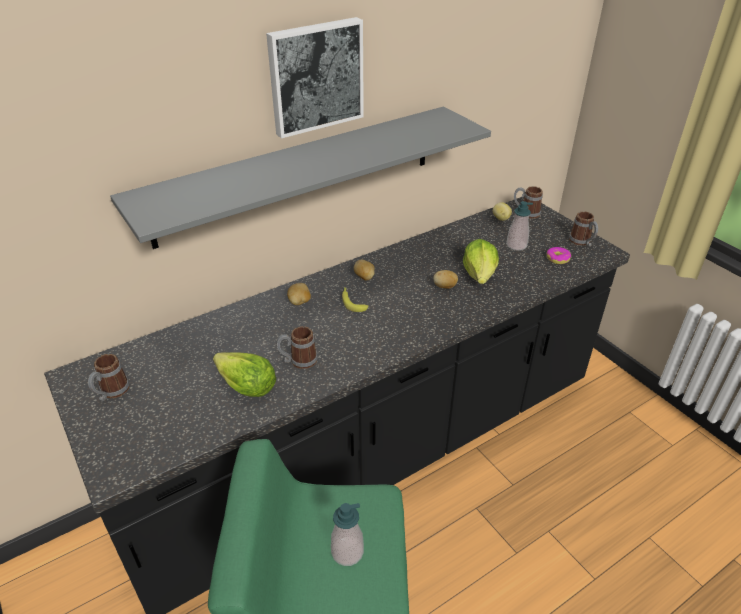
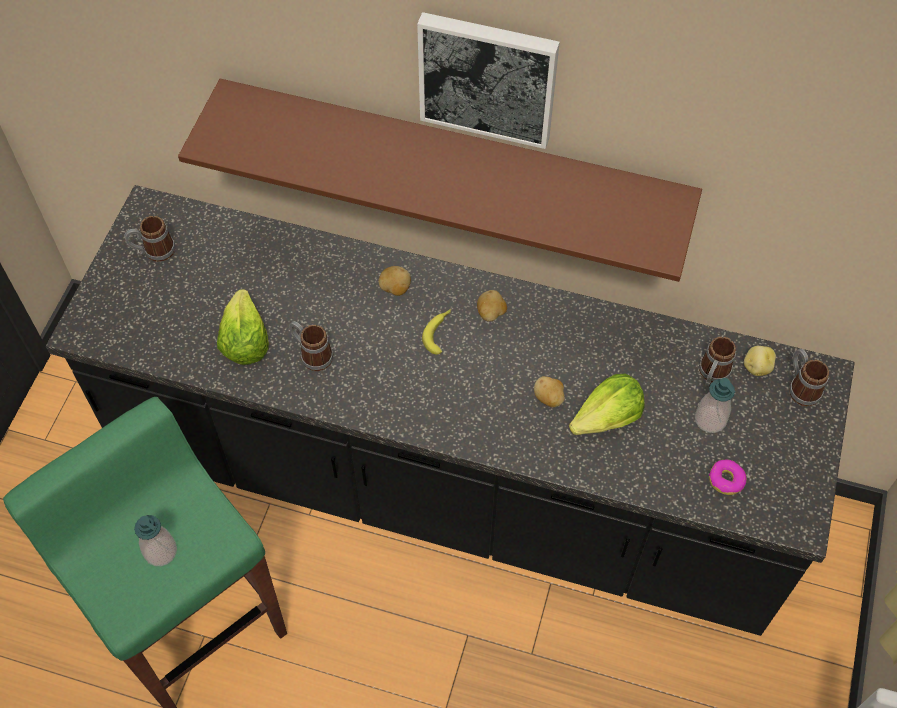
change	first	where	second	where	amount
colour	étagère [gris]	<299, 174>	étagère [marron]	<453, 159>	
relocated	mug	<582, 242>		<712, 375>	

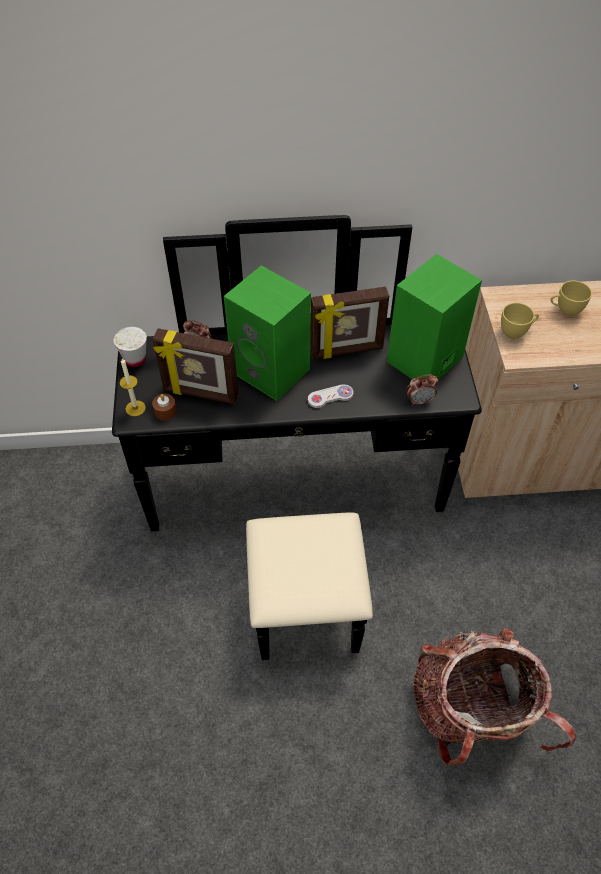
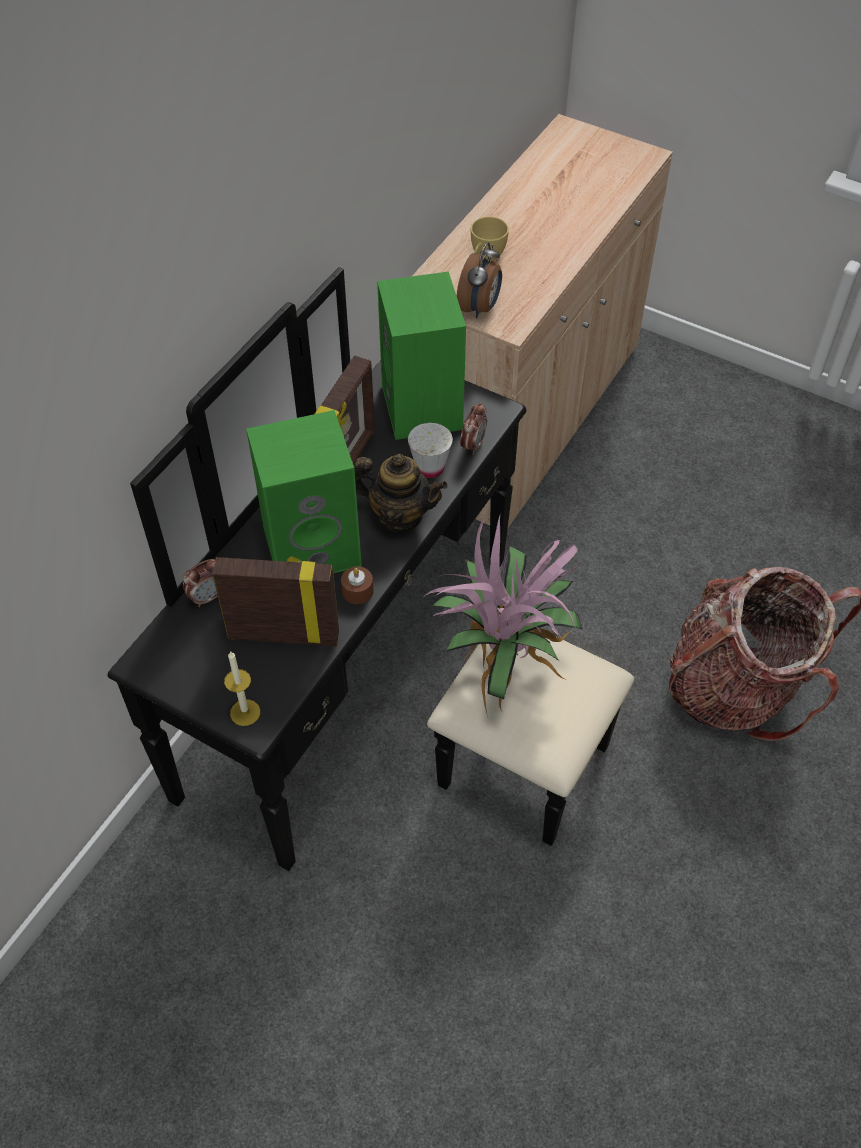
change	first	where	second	where	amount
relocated	tasse [blanc]	<135, 359>		<430, 467>	
spun	cadre photo	<200, 394>		<284, 633>	135 degrees counterclockwise
relocated	bougie [marron]	<165, 411>		<357, 591>	
exchanged	manette [blanc]	<330, 397>	théière	<399, 515>	
exchanged	tasse [jaune]	<516, 331>	réveil	<479, 308>	
appeared			plante en pot	<506, 658>	

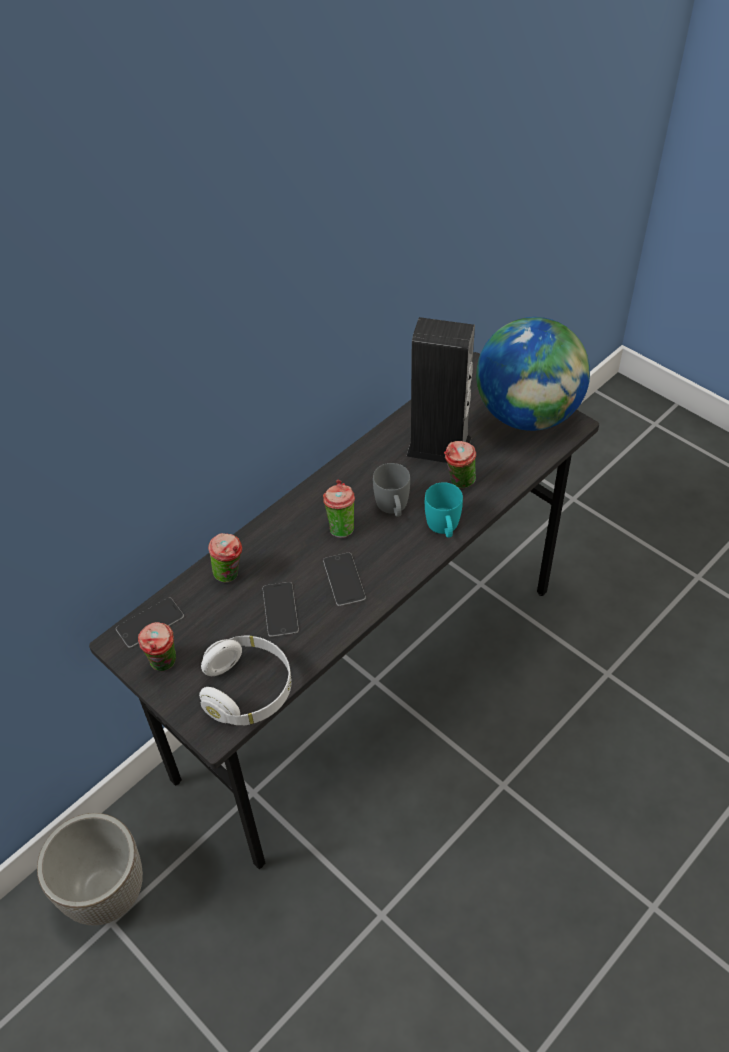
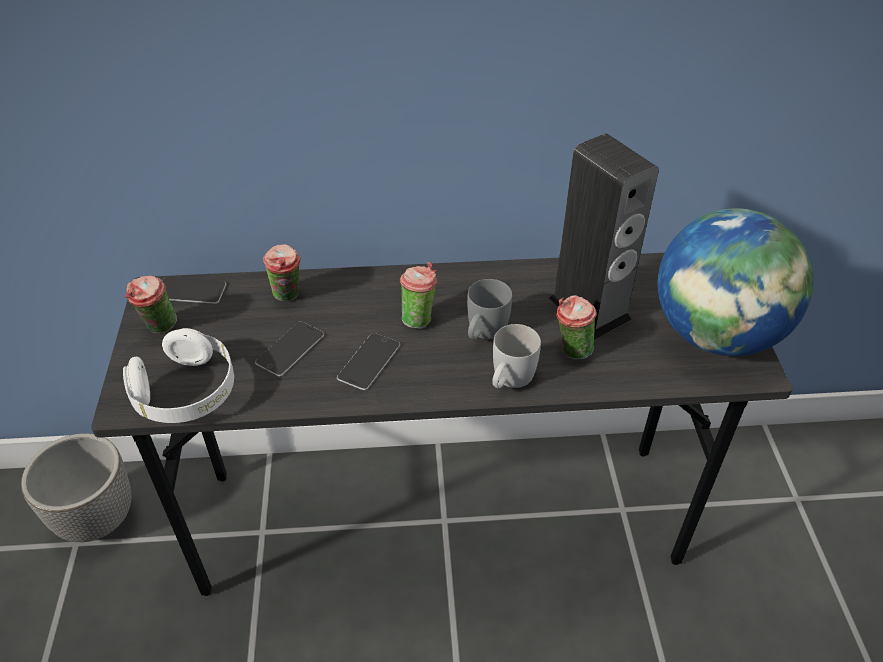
change	first	where	second	where	amount
colour	mug [turquoise]	<444, 528>	mug [blanc]	<509, 380>	

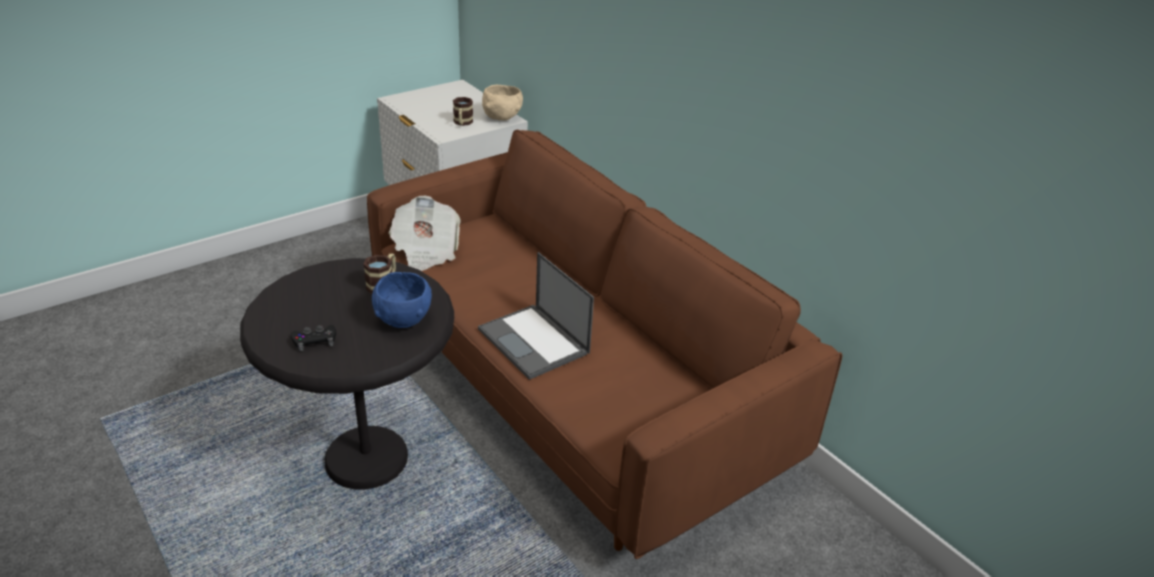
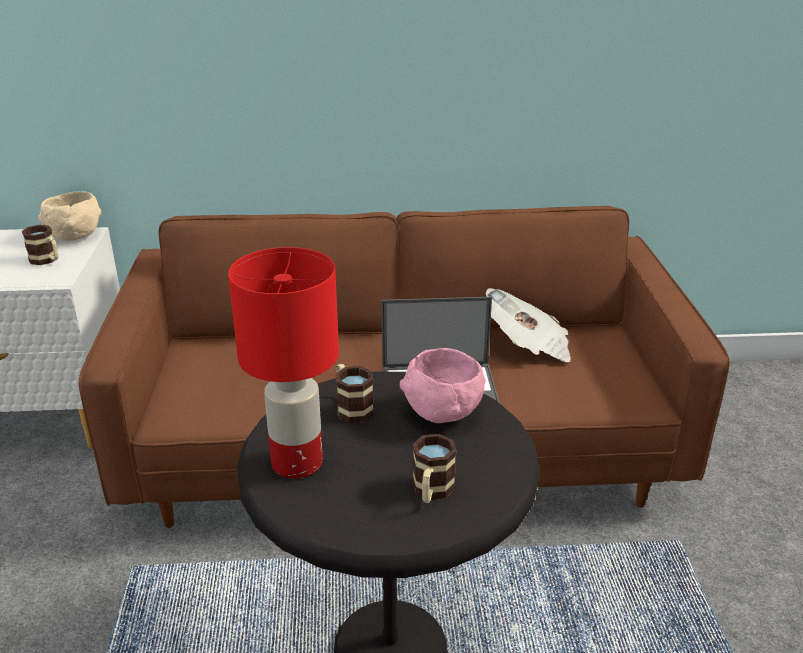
change	first	where	second	where	amount
exchanged	manette [noir]	<315, 341>	mug	<431, 491>	
colour	bol [bleu]	<402, 321>	bol [rose]	<443, 414>	
relocated	journal	<426, 251>		<529, 345>	
appeared			lampe de table [rouge]	<296, 464>	

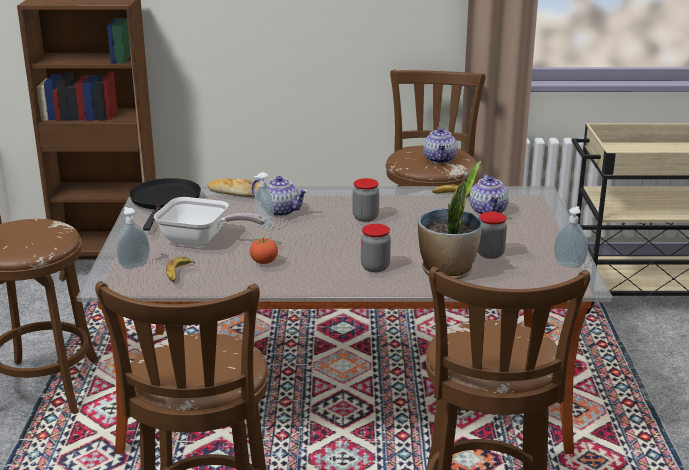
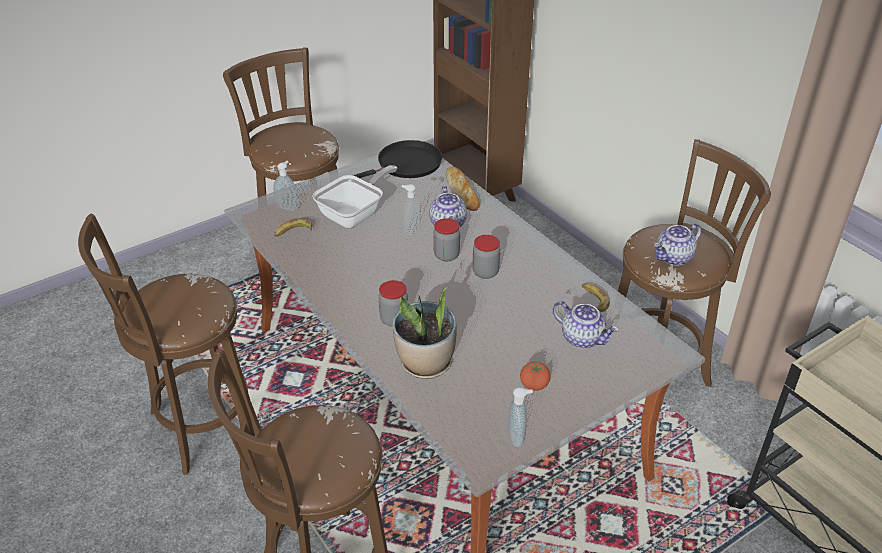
change	first	where	second	where	amount
spun	poêle	<201, 241>		<355, 214>	120 degrees counterclockwise
relocated	tomate	<264, 262>		<534, 385>	
spun	théière	<489, 211>		<583, 338>	105 degrees counterclockwise
relocated	bocal	<490, 254>		<446, 255>	

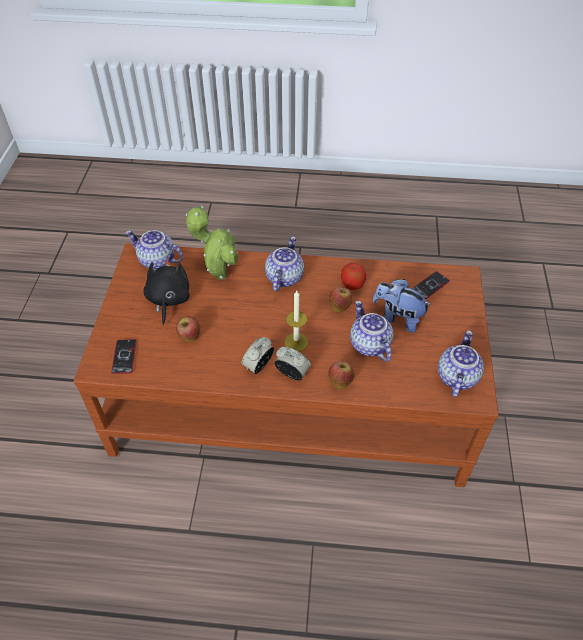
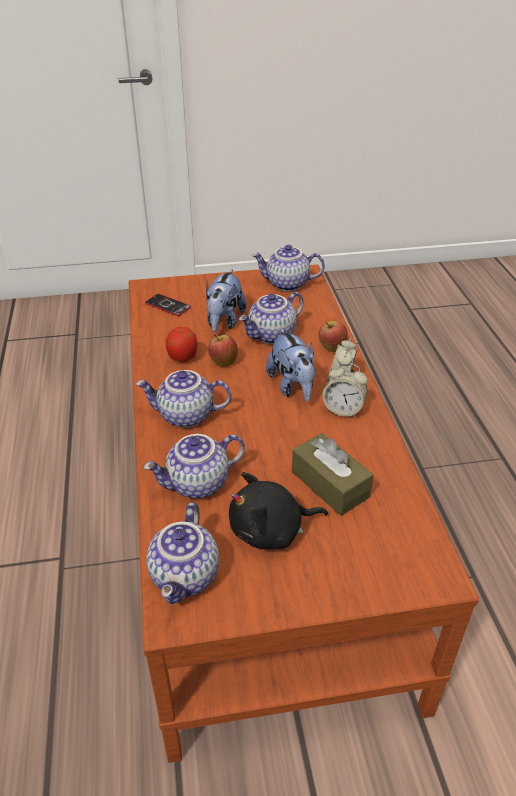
change	first	where	second	where	amount
missing	téléphone	<124, 357>			
exchanged	pomme	<190, 337>	boîte à mouchoirs [marron]	<330, 484>	
exchanged	plante en pot	<218, 274>	théière	<198, 484>	
exchanged	bougie	<296, 342>	peluche	<292, 386>	

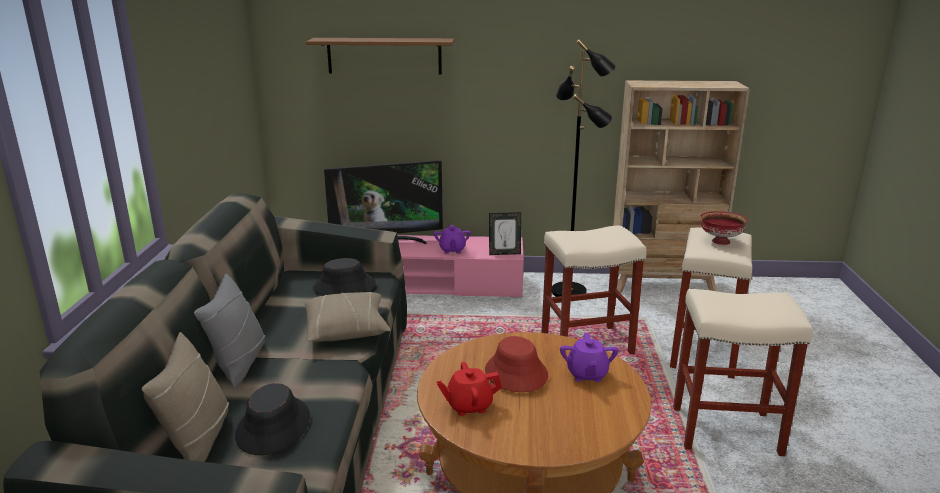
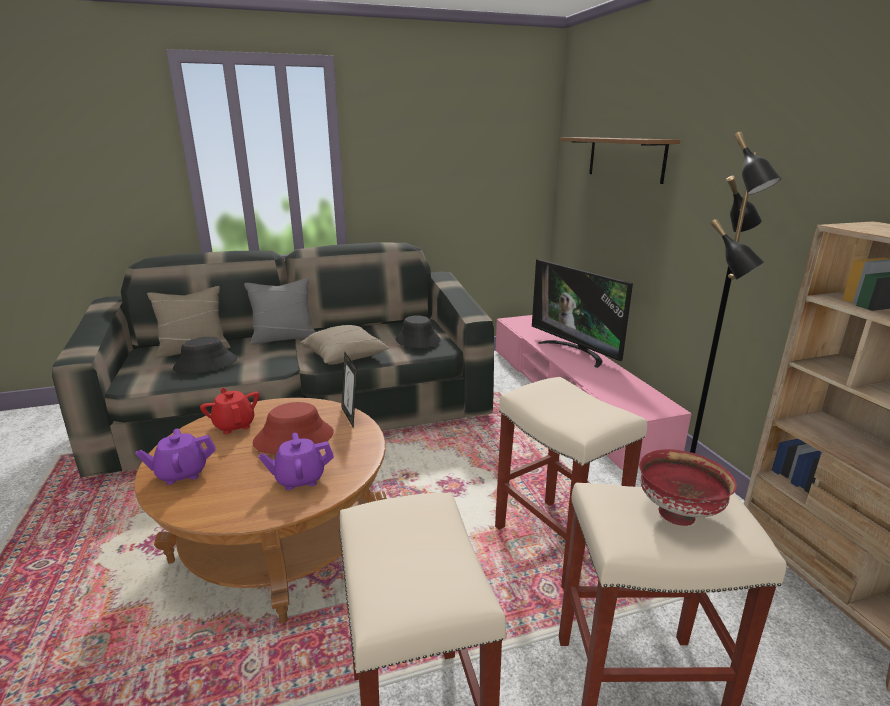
change	first	where	second	where	amount
relocated	théière [violet]	<452, 250>		<182, 473>	
relocated	cadre photo	<504, 253>		<351, 416>	

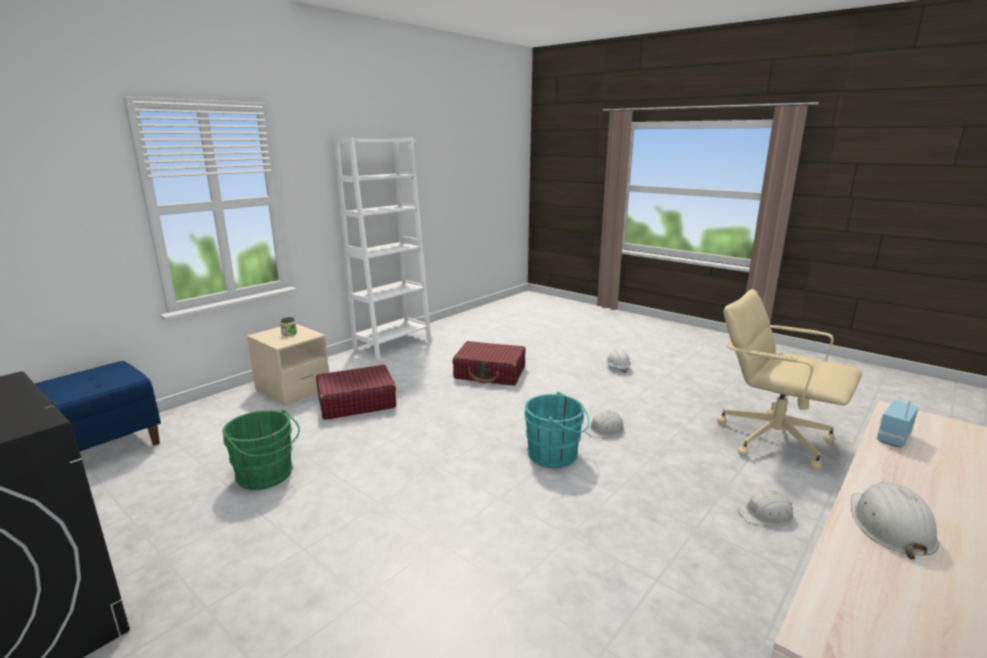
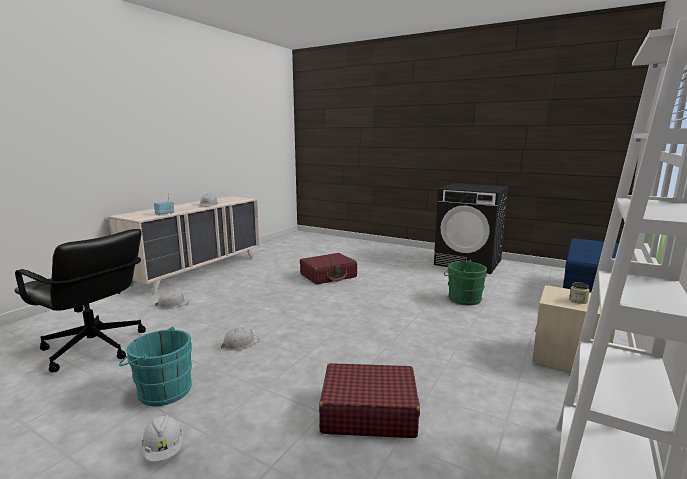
change	first	where	second	where	amount
relocated	valise [rouge]	<356, 402>		<328, 276>	
relocated	seau [turquoise]	<556, 455>		<162, 391>	
colour	chaise de bureau [beige]	<772, 439>	chaise de bureau [noir]	<93, 348>	

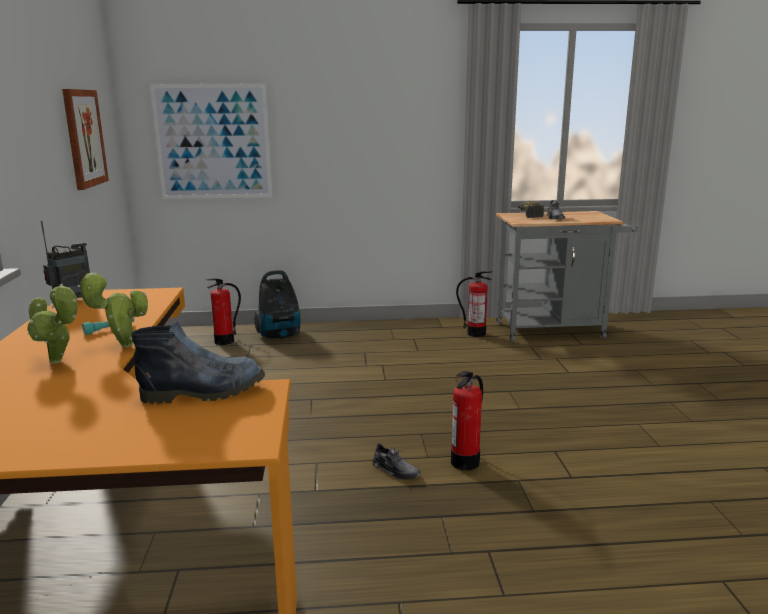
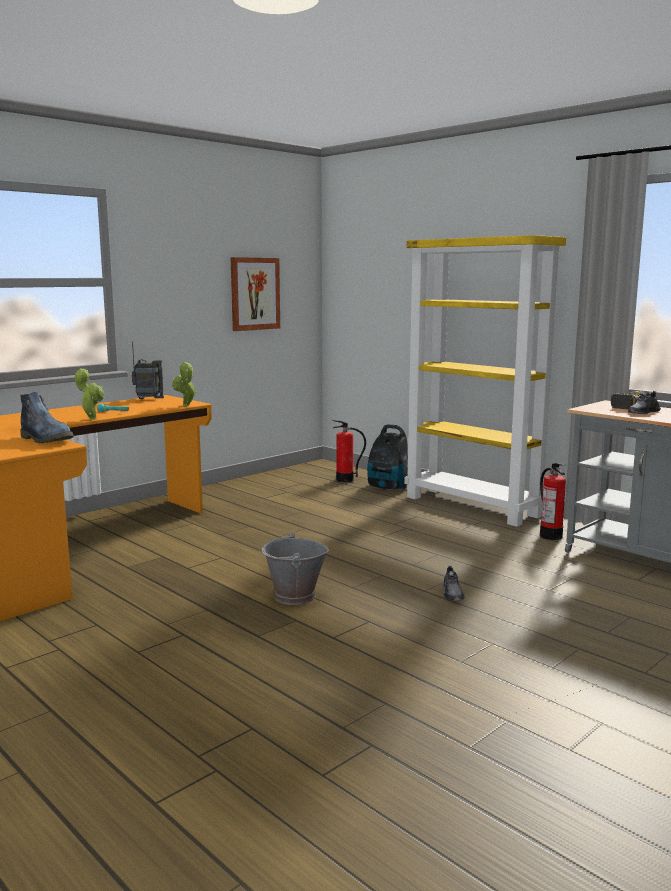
change	first	where	second	where	amount
relocated	plante en pot	<58, 362>		<186, 405>	
missing	tableau	<213, 142>			
relocated	chaussure [gris]	<395, 470>		<452, 593>	
exchanged	extincteur	<465, 462>	seau [gris]	<294, 596>	
appeared			bibliothèque [jaune]	<473, 506>	

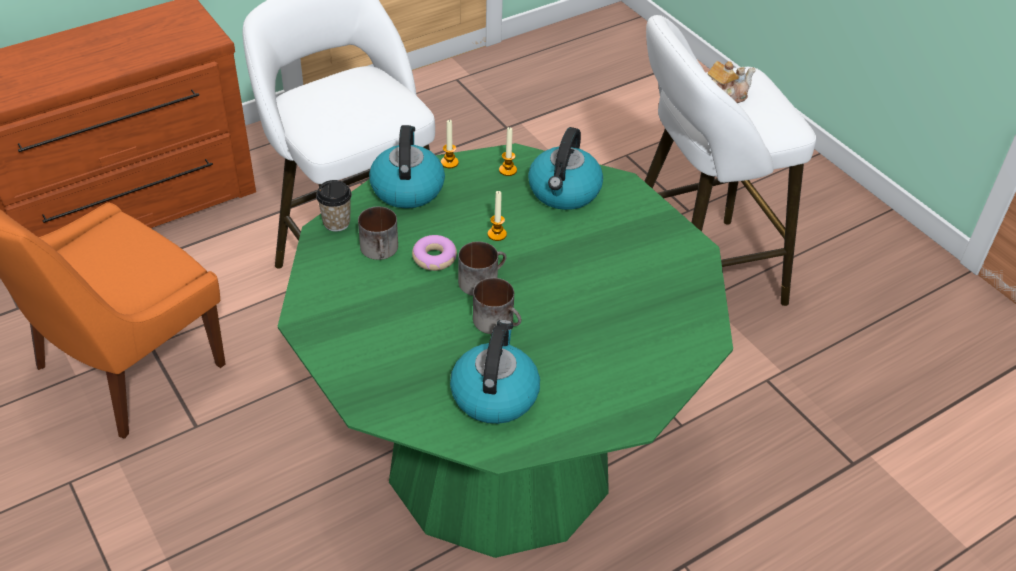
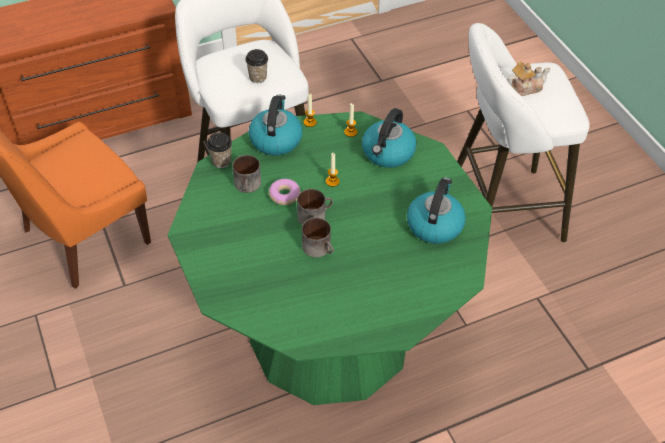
change	first	where	second	where	amount
relocated	bouilloire	<494, 394>		<434, 224>	
appeared			tasse	<258, 77>	

